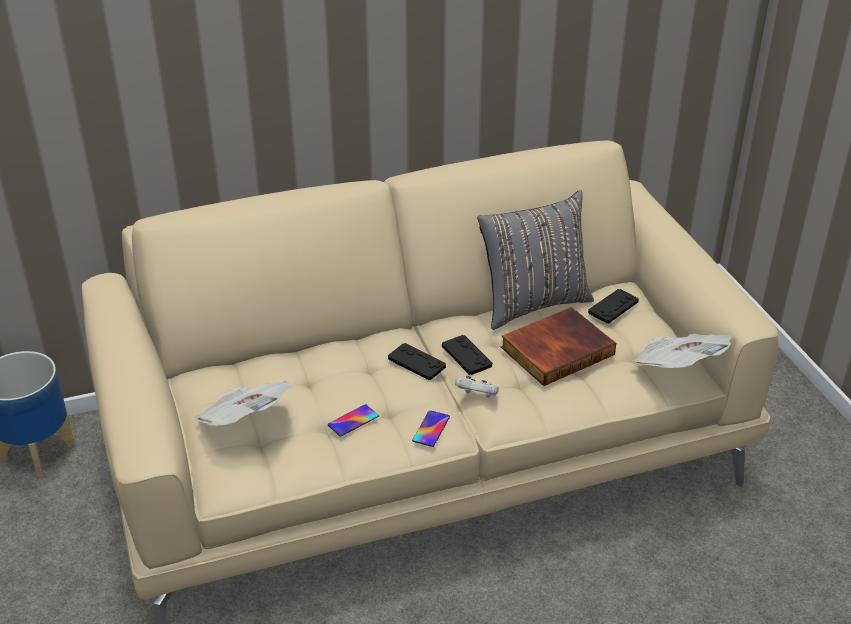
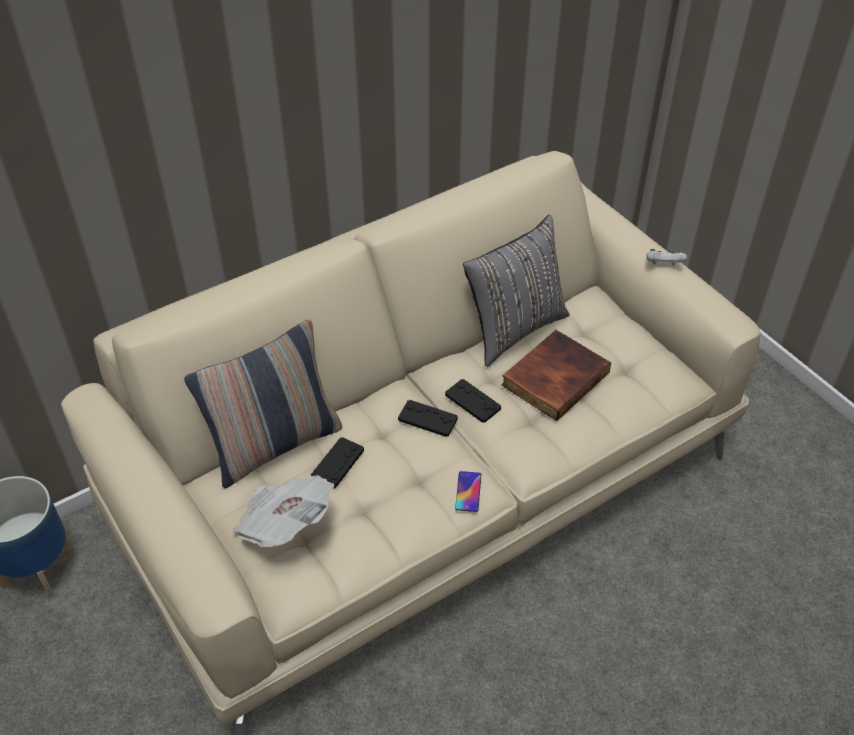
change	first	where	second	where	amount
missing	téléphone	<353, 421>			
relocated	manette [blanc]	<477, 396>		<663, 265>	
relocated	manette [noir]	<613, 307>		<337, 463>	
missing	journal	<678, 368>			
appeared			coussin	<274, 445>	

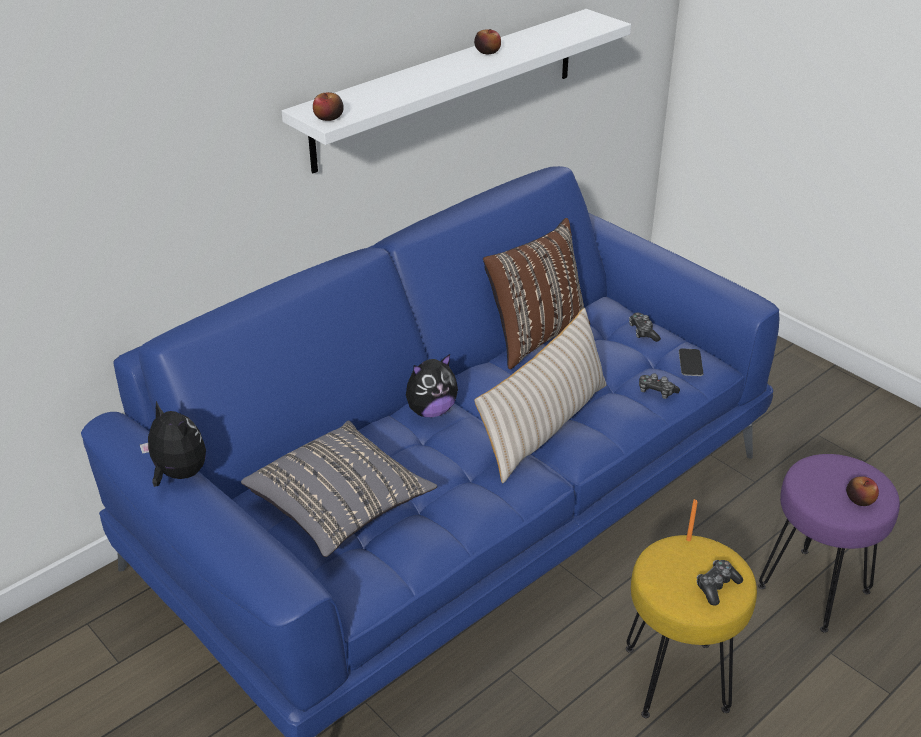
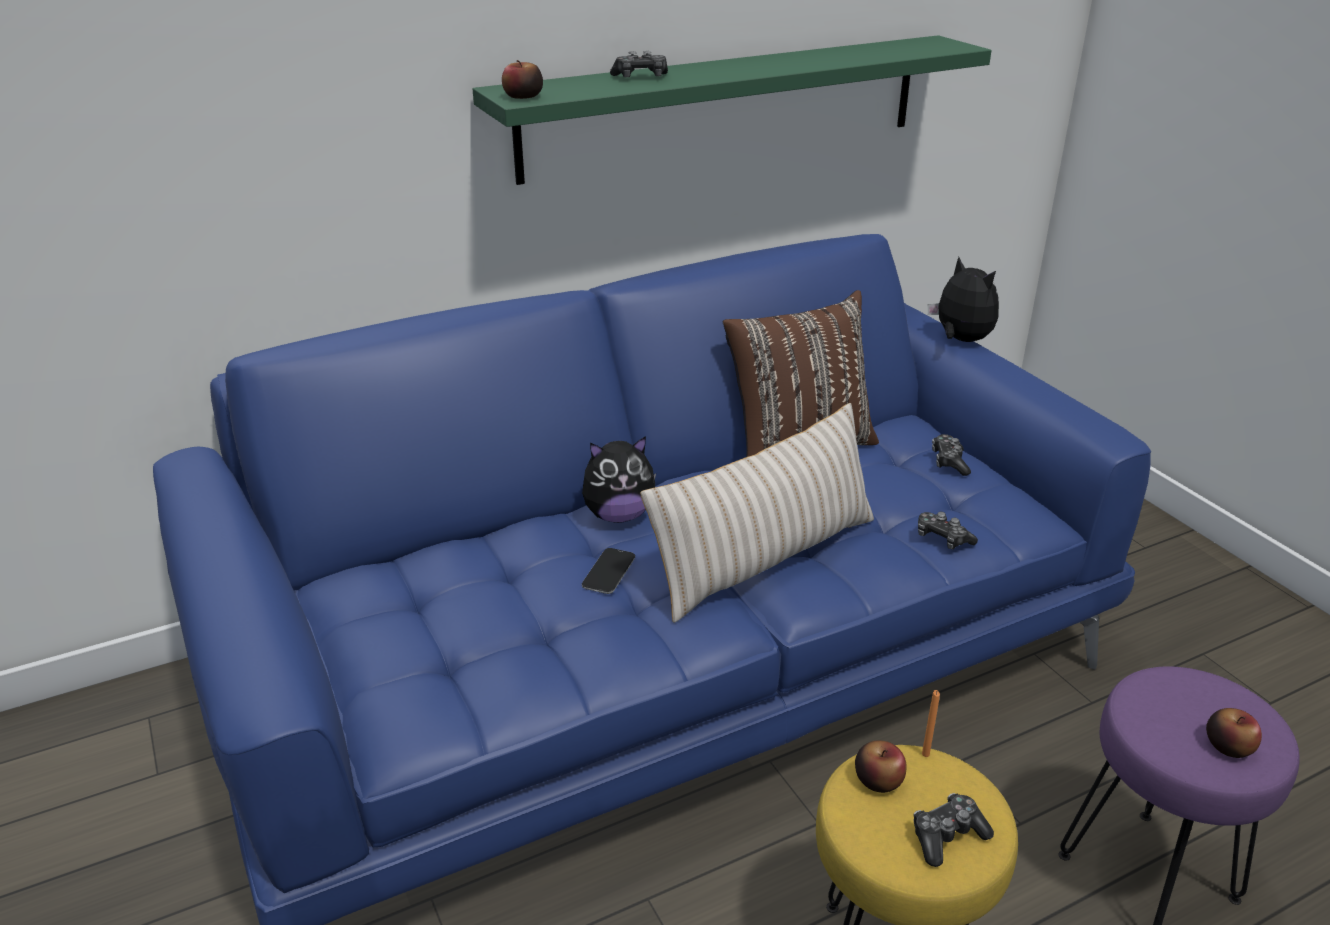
change	first	where	second	where	amount
relocated	peluche	<178, 474>		<960, 340>	
missing	coussin [gris]	<340, 506>			
colour	étagère [blanc]	<448, 88>	étagère [vert]	<725, 106>	
relocated	pomme	<487, 51>		<878, 780>	
relocated	téléphone	<690, 363>		<609, 572>	
appeared			manette	<640, 77>	

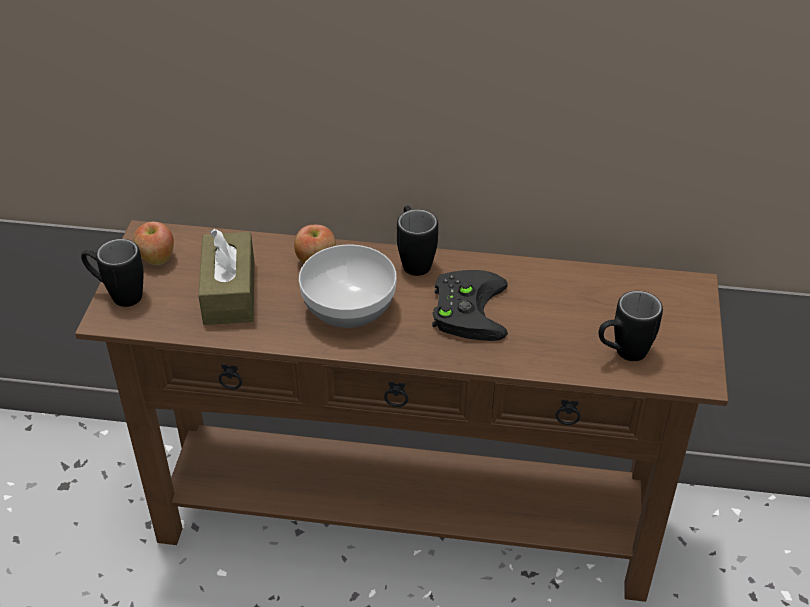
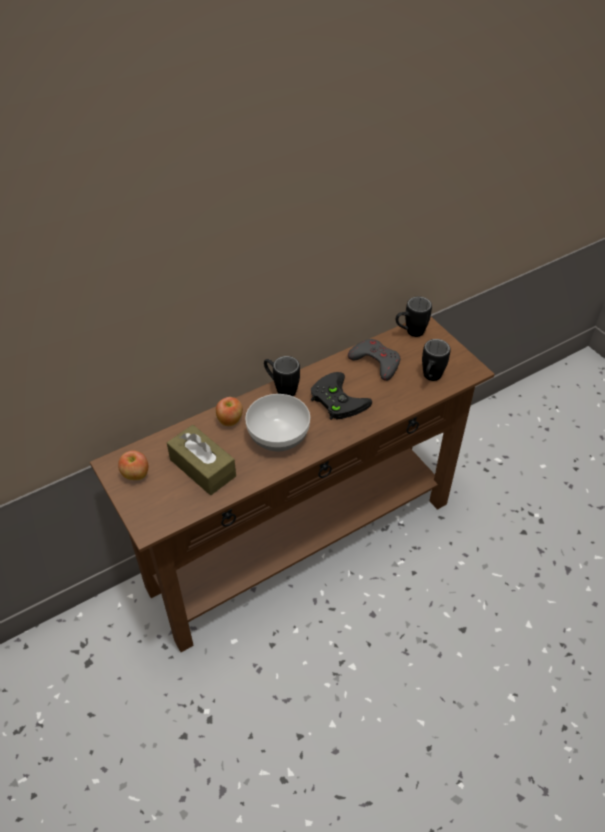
change	first	where	second	where	amount
relocated	mug [noir]	<118, 295>		<410, 333>	
appeared			manette [gris]	<375, 362>	

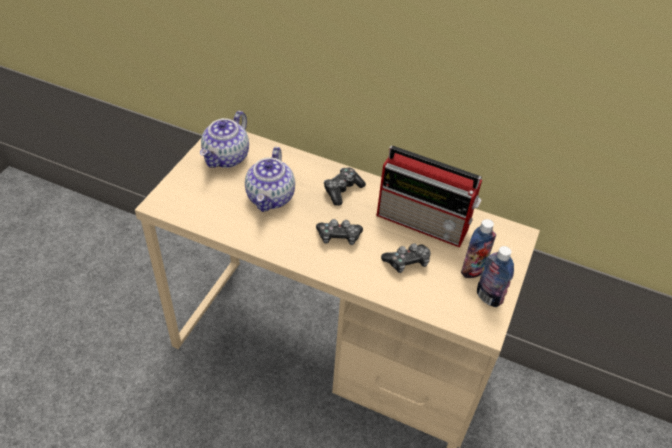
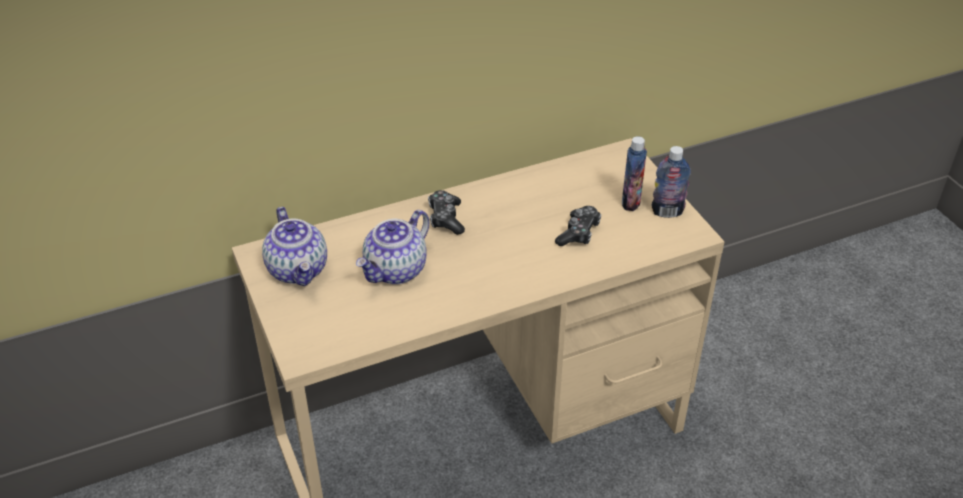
change	first	where	second	where	amount
spun	théière	<271, 198>		<396, 271>	75 degrees clockwise
missing	manette	<338, 237>			
missing	radio	<424, 222>			

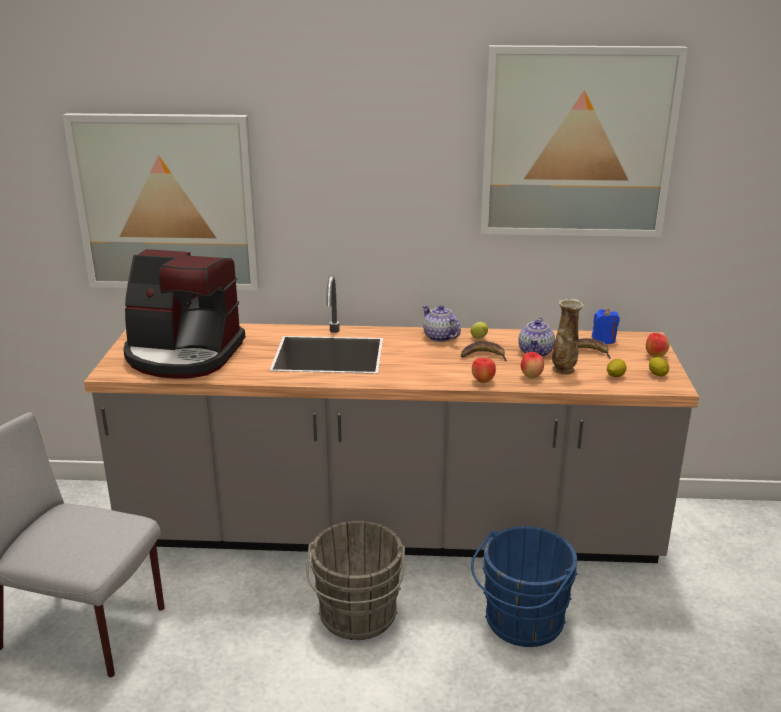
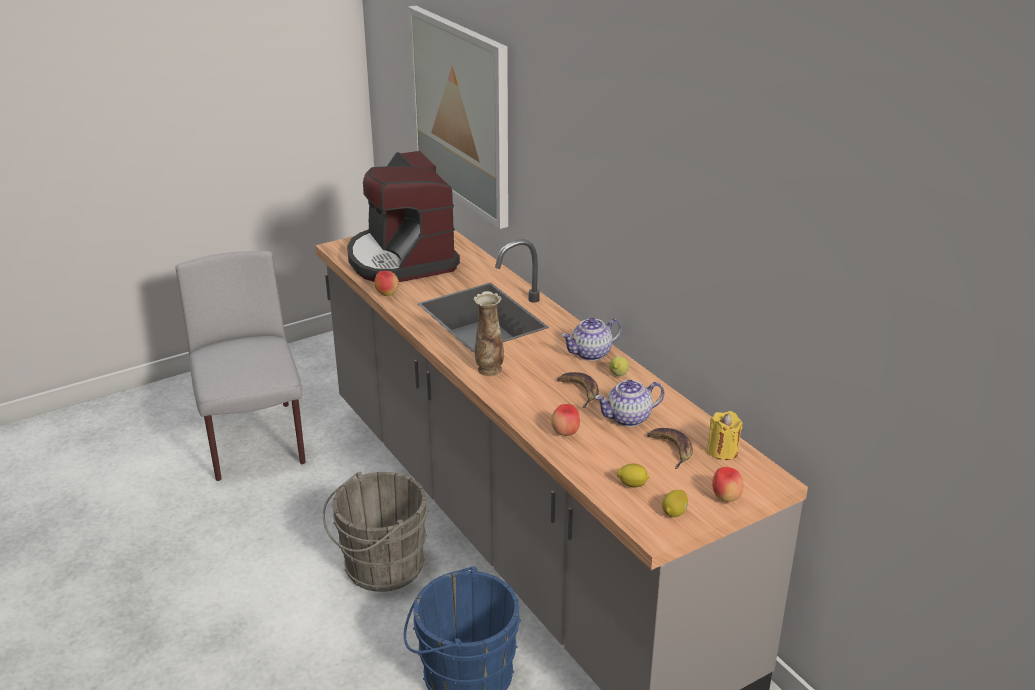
change	first	where	second	where	amount
spun	théière	<439, 337>		<591, 354>	135 degrees counterclockwise
relocated	pomme	<483, 381>		<387, 294>	
missing	tableau	<577, 143>			
relocated	vase	<563, 370>		<489, 370>	
colour	bougie [bleu]	<603, 340>	bougie [jaune]	<722, 451>	

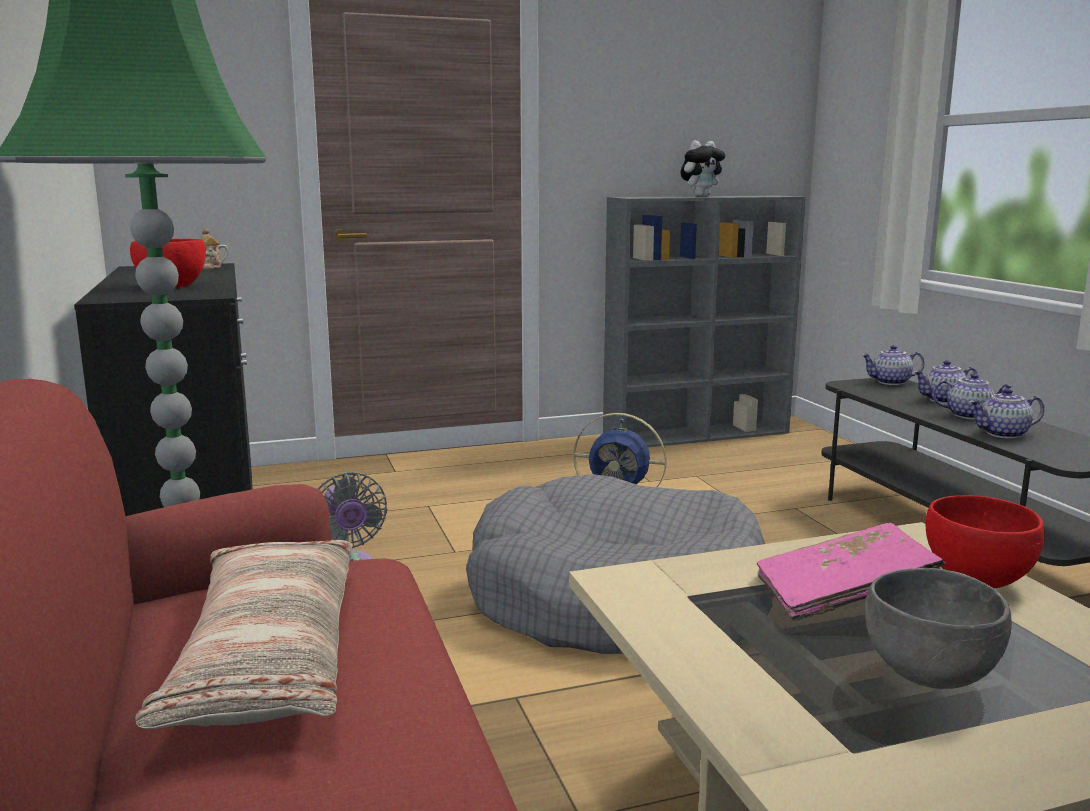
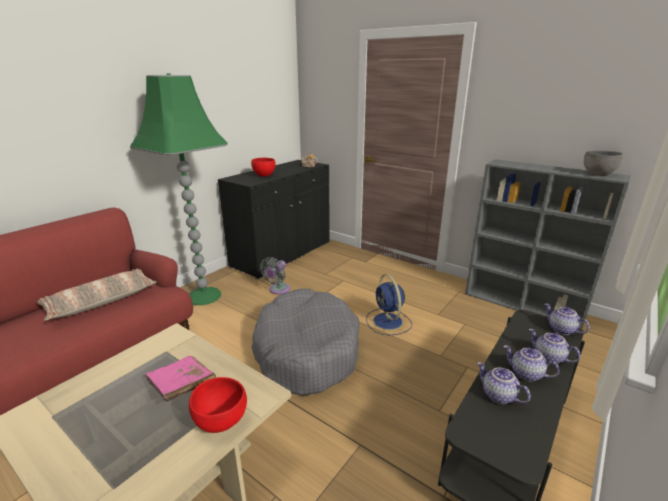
change	first	where	second	where	amount
missing	peluche	<701, 196>			
relocated	bol [gris]	<928, 674>		<598, 174>	
spun	théière	<969, 415>		<525, 374>	150 degrees clockwise

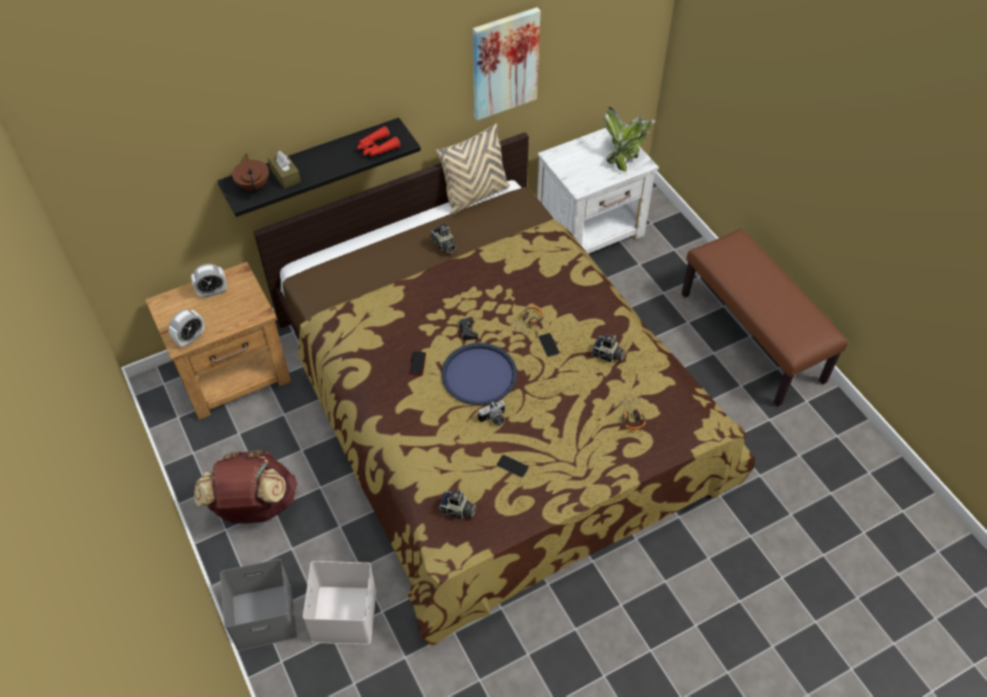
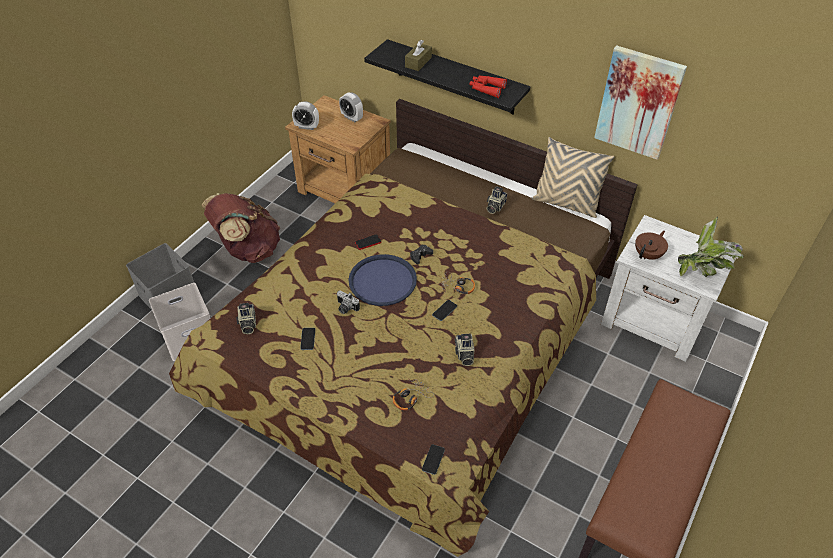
change	first	where	second	where	amount
relocated	théière [marron]	<254, 185>		<648, 255>	
appeared			téléphone	<433, 459>	

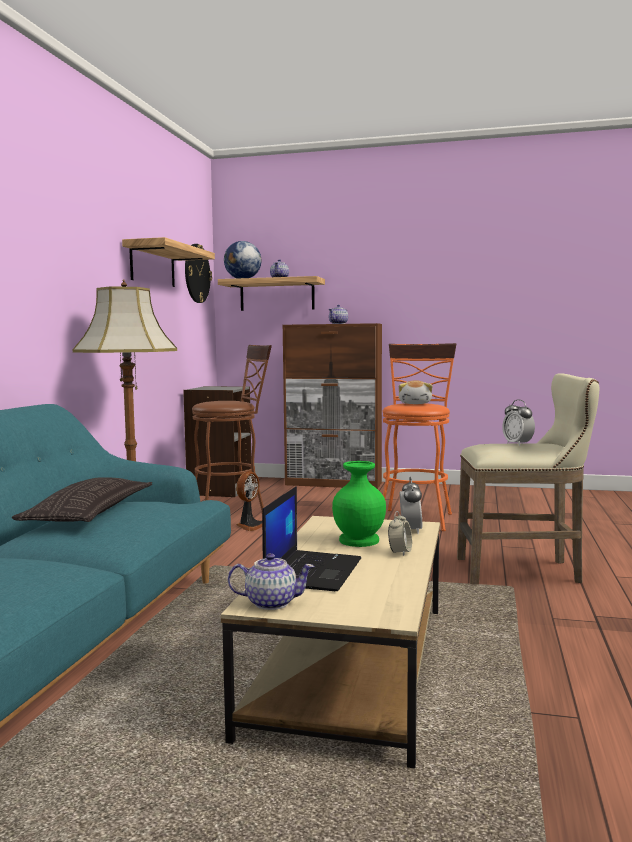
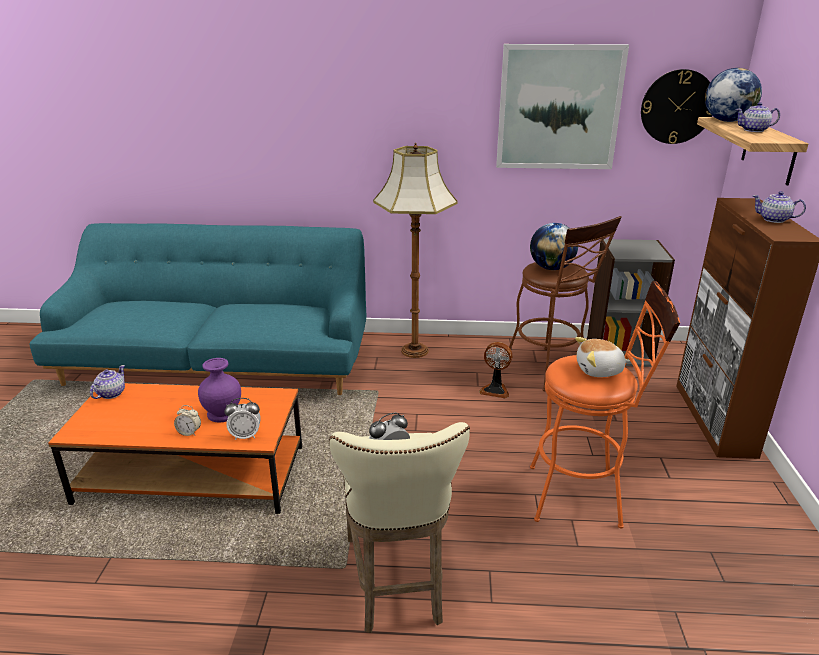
change	first	where	second	where	amount
missing	coussin	<89, 512>			
exchanged	étagère	<152, 265>	tableau	<559, 108>	
colour	table basse [beige]	<350, 667>	table basse [orange]	<192, 474>	
spun	théière	<271, 603>		<110, 394>	150 degrees counterclockwise
missing	ordinateur portable	<313, 571>			
colour	vase [vert]	<359, 540>	vase [violet]	<224, 414>	
appeared			globe	<551, 268>	

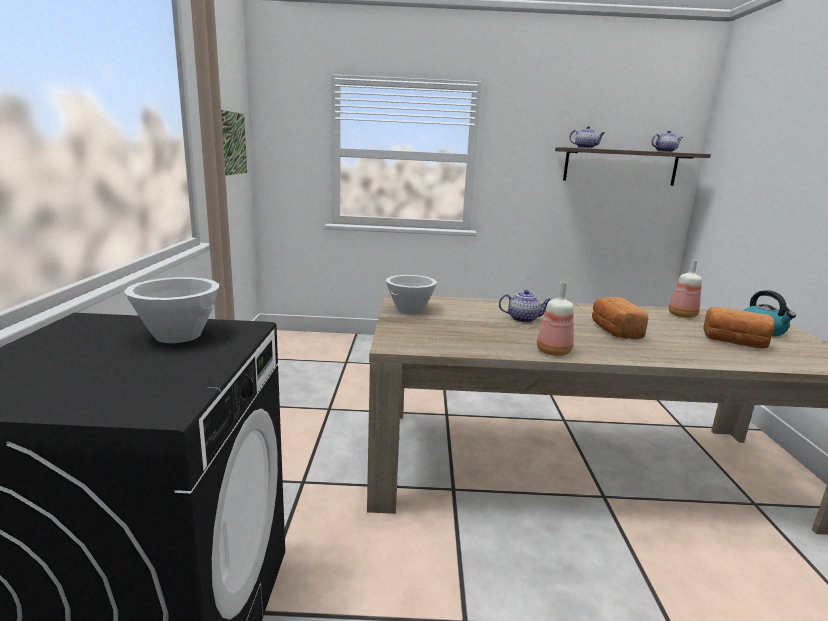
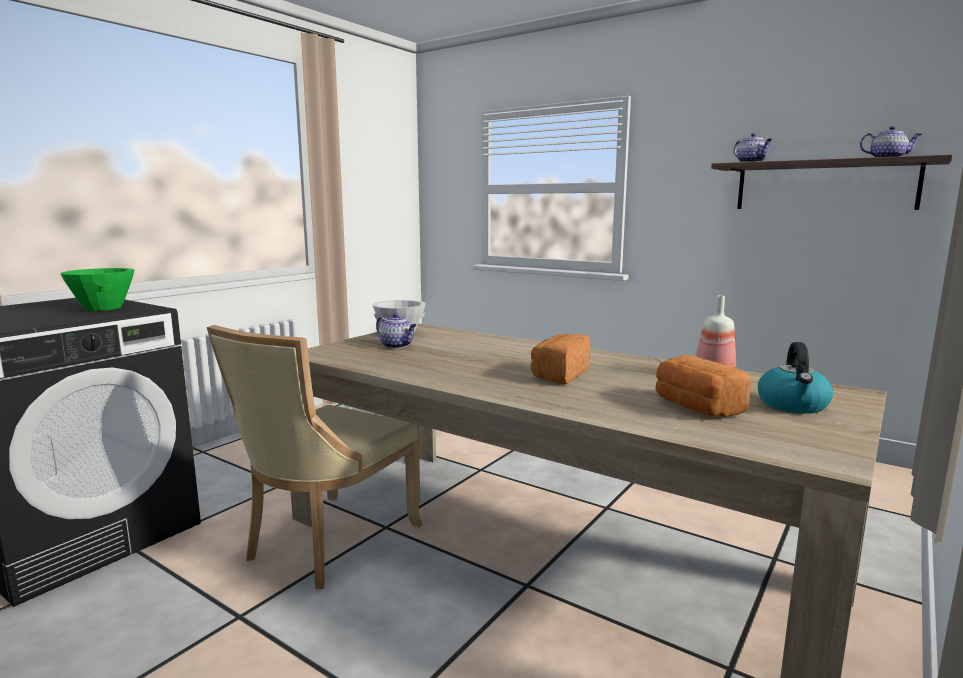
change	first	where	second	where	amount
colour	bol [blanc]	<178, 335>	bol [vert]	<102, 308>	
missing	tableau	<231, 143>			
relocated	théière	<523, 319>		<397, 346>	
missing	bouteille	<552, 351>			
appeared			chaise [beige]	<327, 543>	

